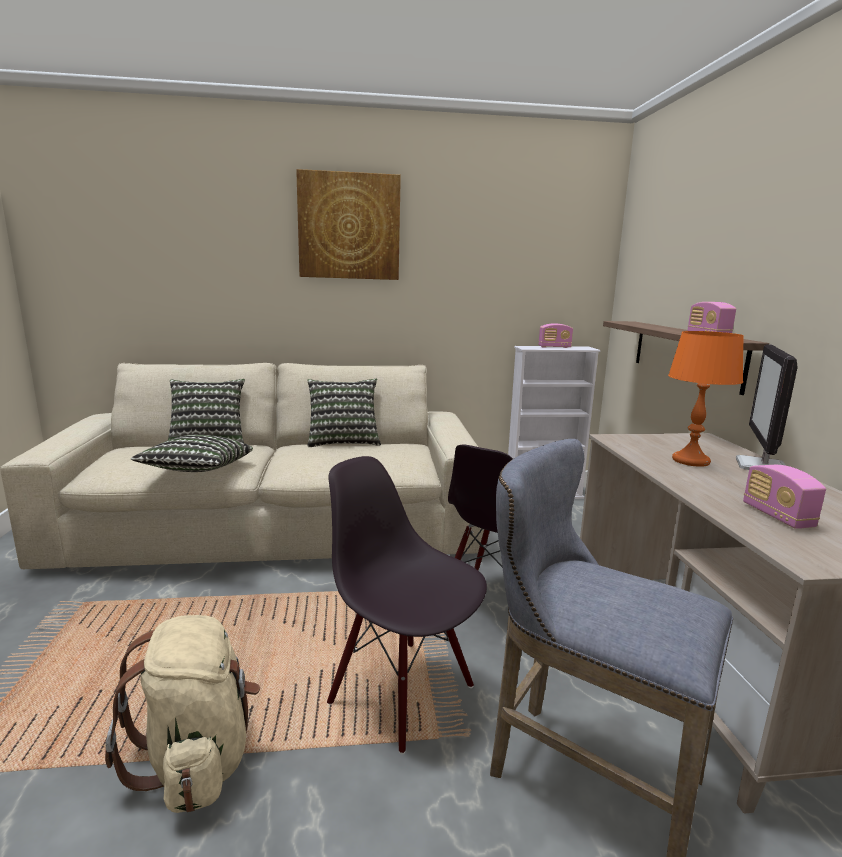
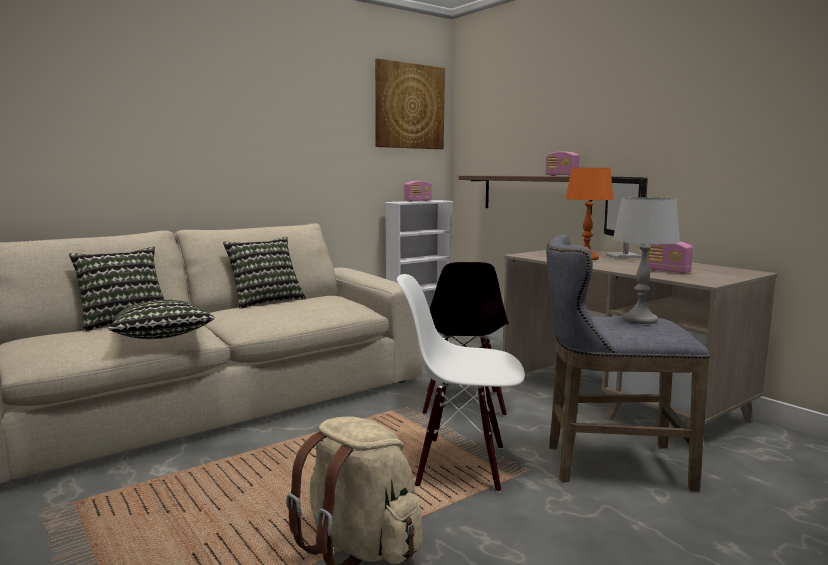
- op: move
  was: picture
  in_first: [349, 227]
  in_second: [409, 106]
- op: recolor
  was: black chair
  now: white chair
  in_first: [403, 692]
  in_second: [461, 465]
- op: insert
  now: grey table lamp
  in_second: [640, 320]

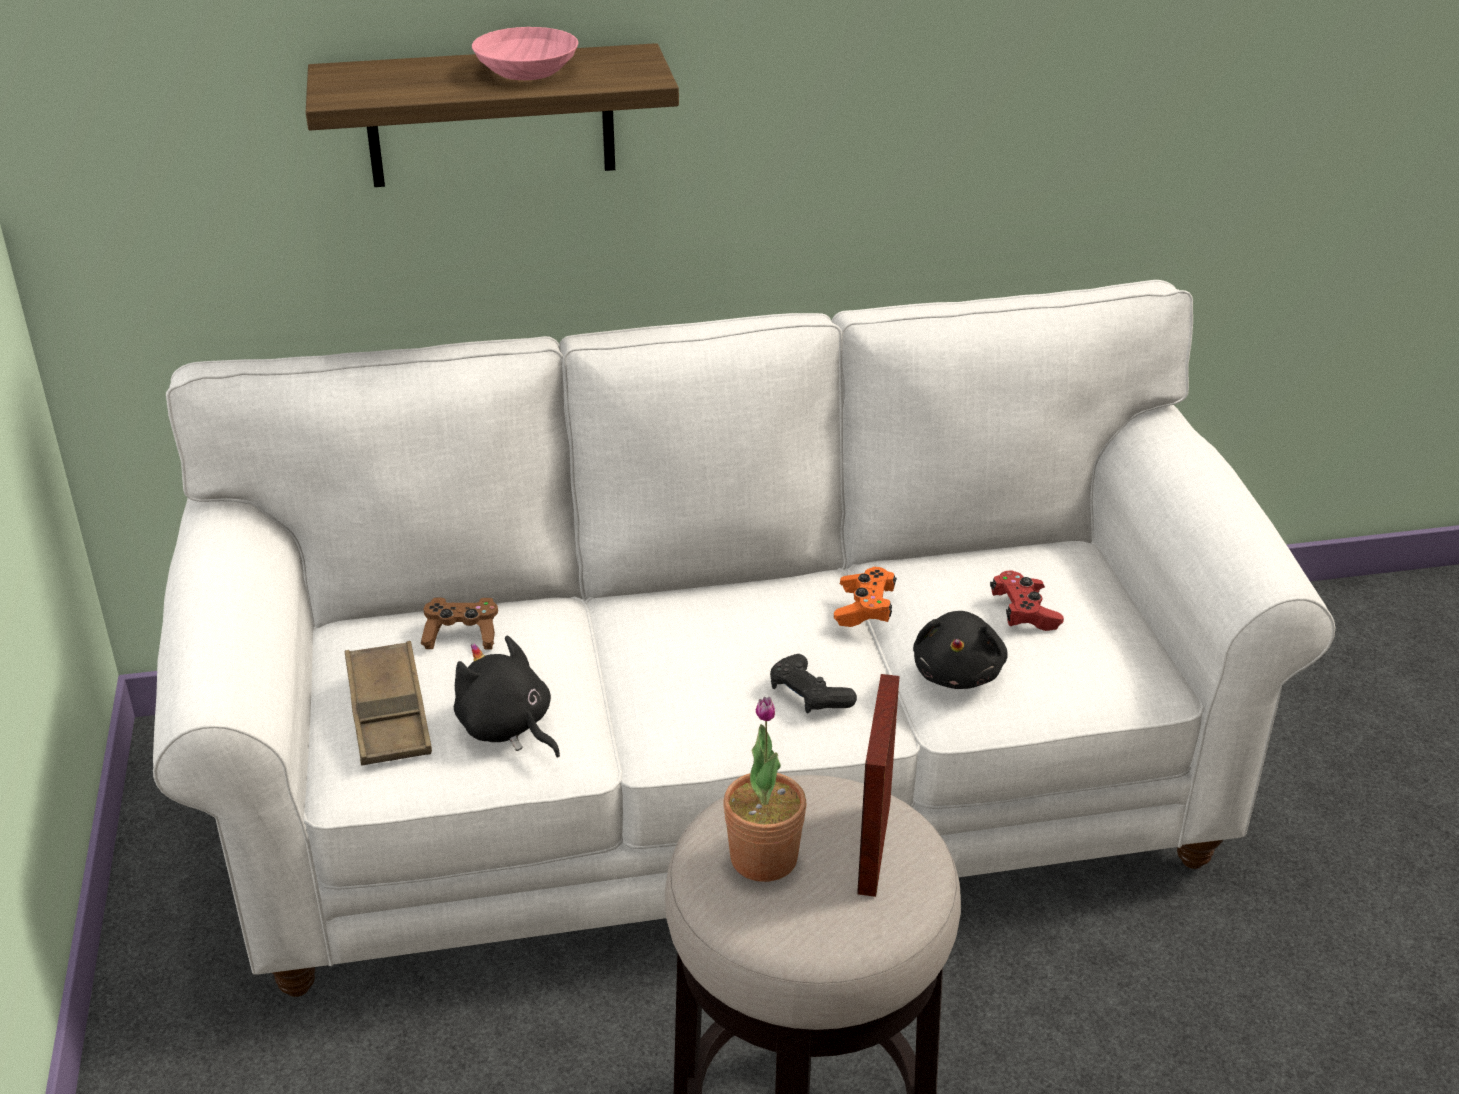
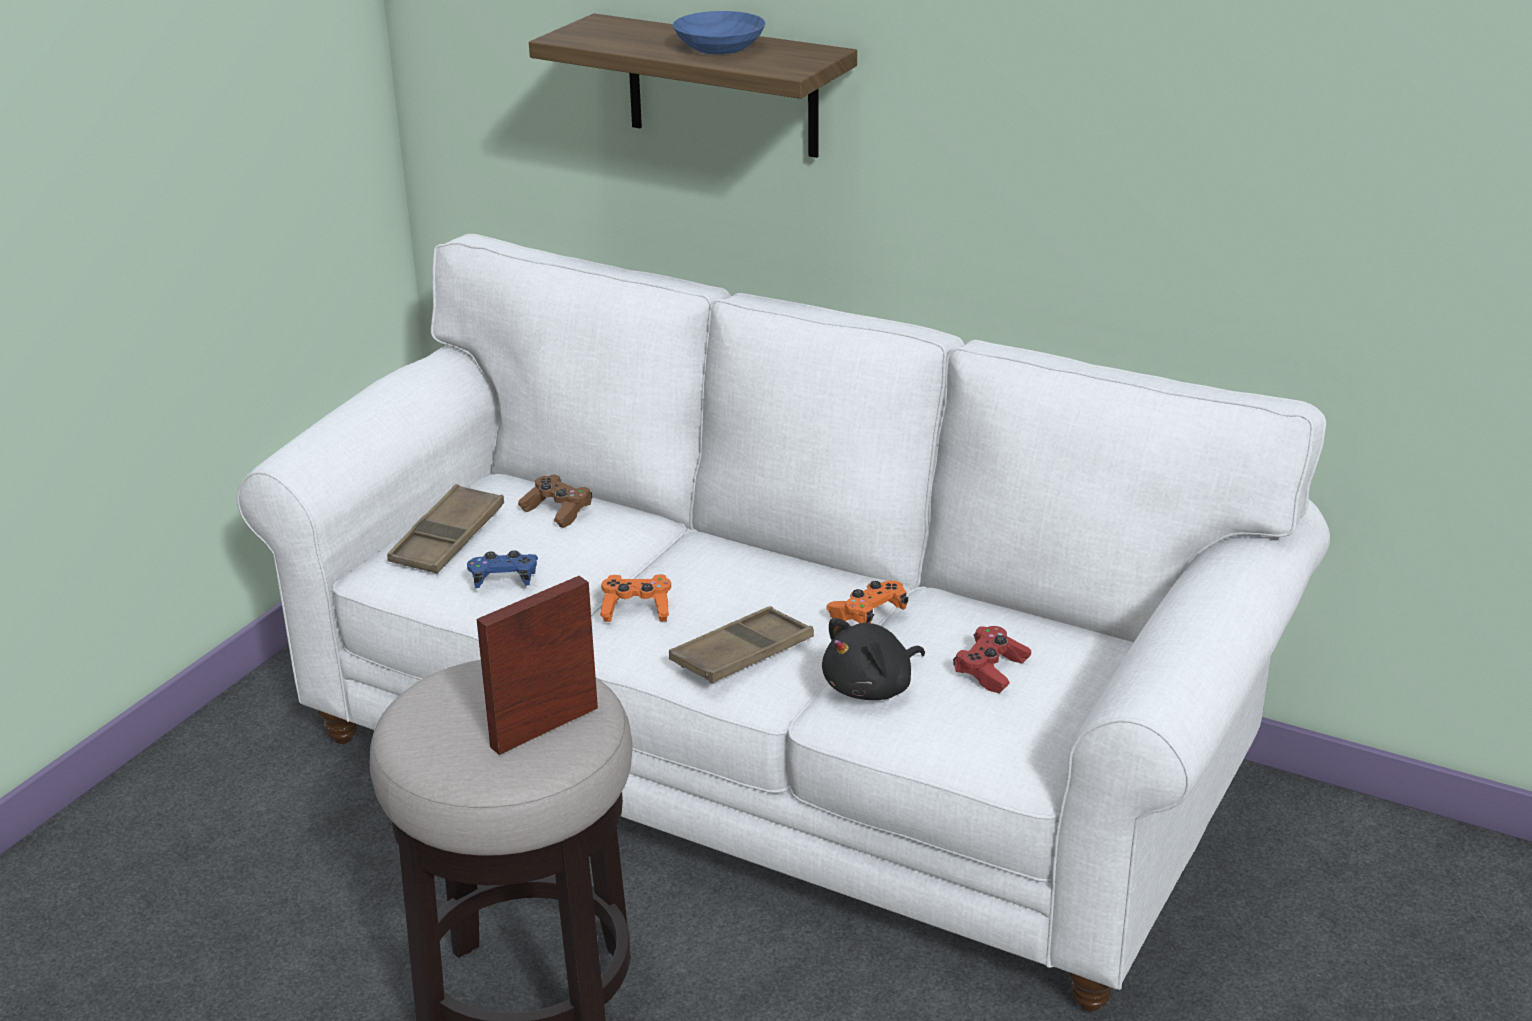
- op: replace
  was: black plush toy
  now: blue game controller
  in_first: [507, 728]
  in_second: [504, 580]
- op: recolor
  was: pink bowl
  now: blue bowl
  in_first: [525, 72]
  in_second: [717, 48]
- op: delete
  was: potted plant
  in_first: [764, 858]
- op: replace
  was: black game controller
  now: brown tray
  in_first: [809, 695]
  in_second: [742, 654]
- op: insert
  now: orange game controller
  in_second: [636, 610]

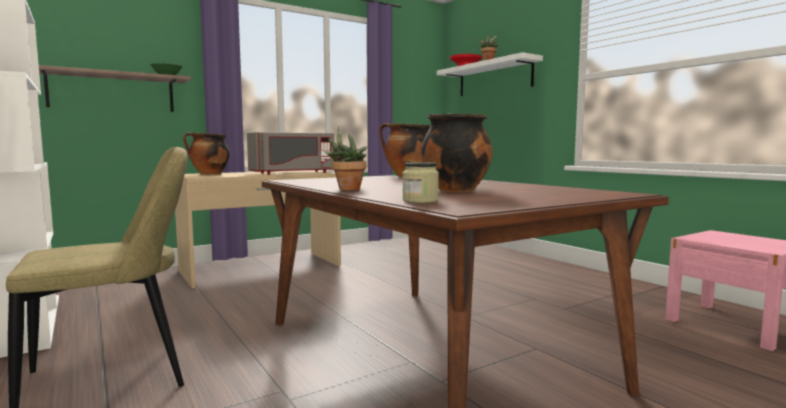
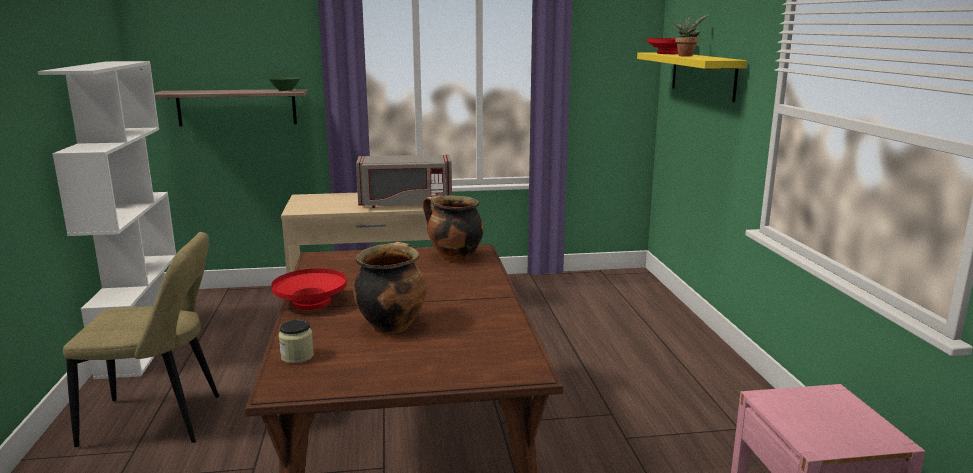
- op: delete
  was: cooking pot
  in_first: [209, 174]
- op: replace
  was: potted plant
  now: red bowl
  in_first: [347, 189]
  in_second: [310, 303]
- op: recolor
  was: white shelf
  now: yellow shelf
  in_first: [494, 78]
  in_second: [702, 75]

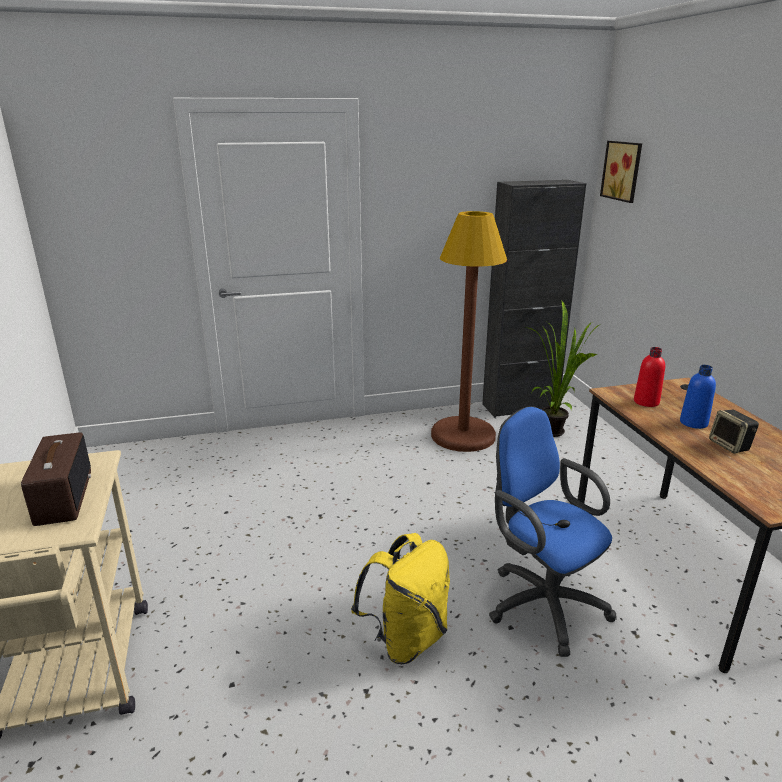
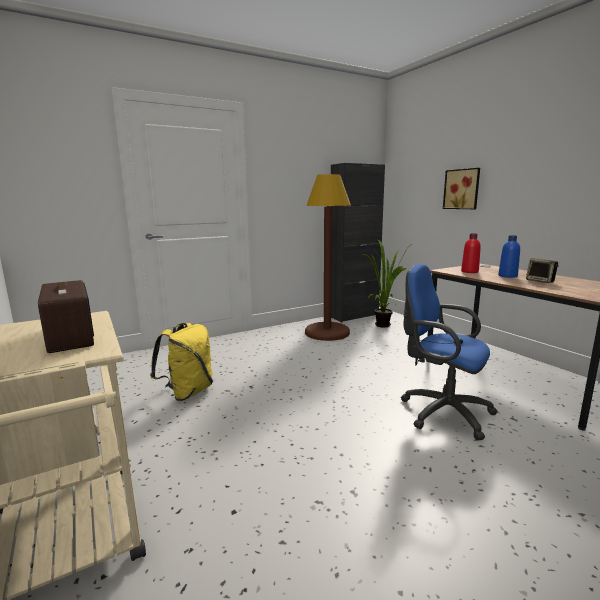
- op: move
  was: yellow backpack
  in_first: [406, 639]
  in_second: [188, 392]
- op: move
  was: picture
  in_first: [623, 171]
  in_second: [462, 189]

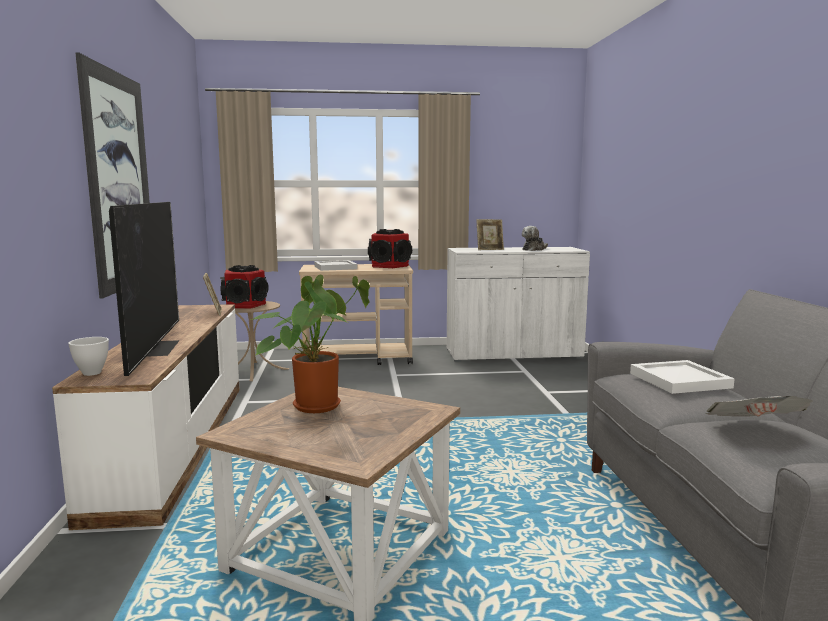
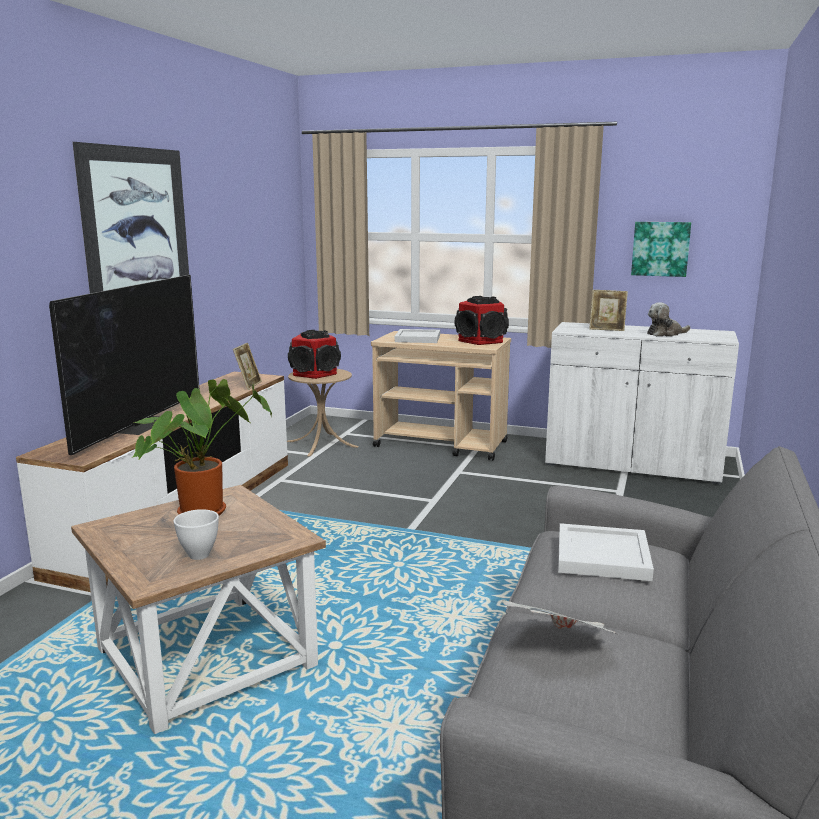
- op: move
  was: white bowl
  in_first: [93, 373]
  in_second: [200, 555]
- op: insert
  now: picture
  in_second: [660, 249]

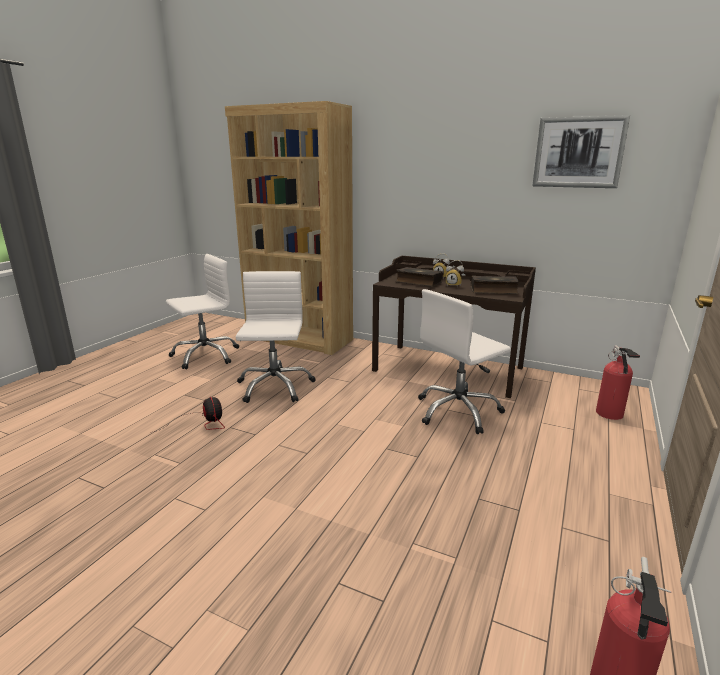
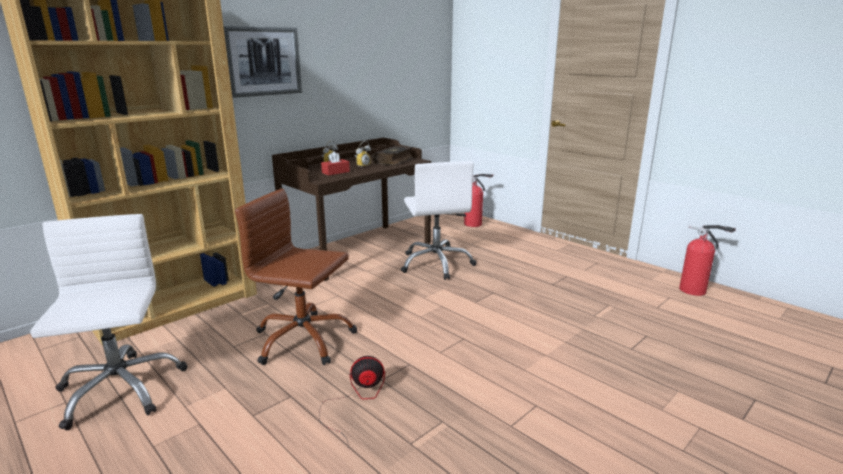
- op: recolor
  was: white office chair
  now: brown office chair
  in_first: [274, 386]
  in_second: [303, 340]
- op: replace
  was: book
  now: red tissue box
  in_first: [418, 282]
  in_second: [335, 172]
- op: move
  was: picture
  in_first: [578, 152]
  in_second: [263, 61]

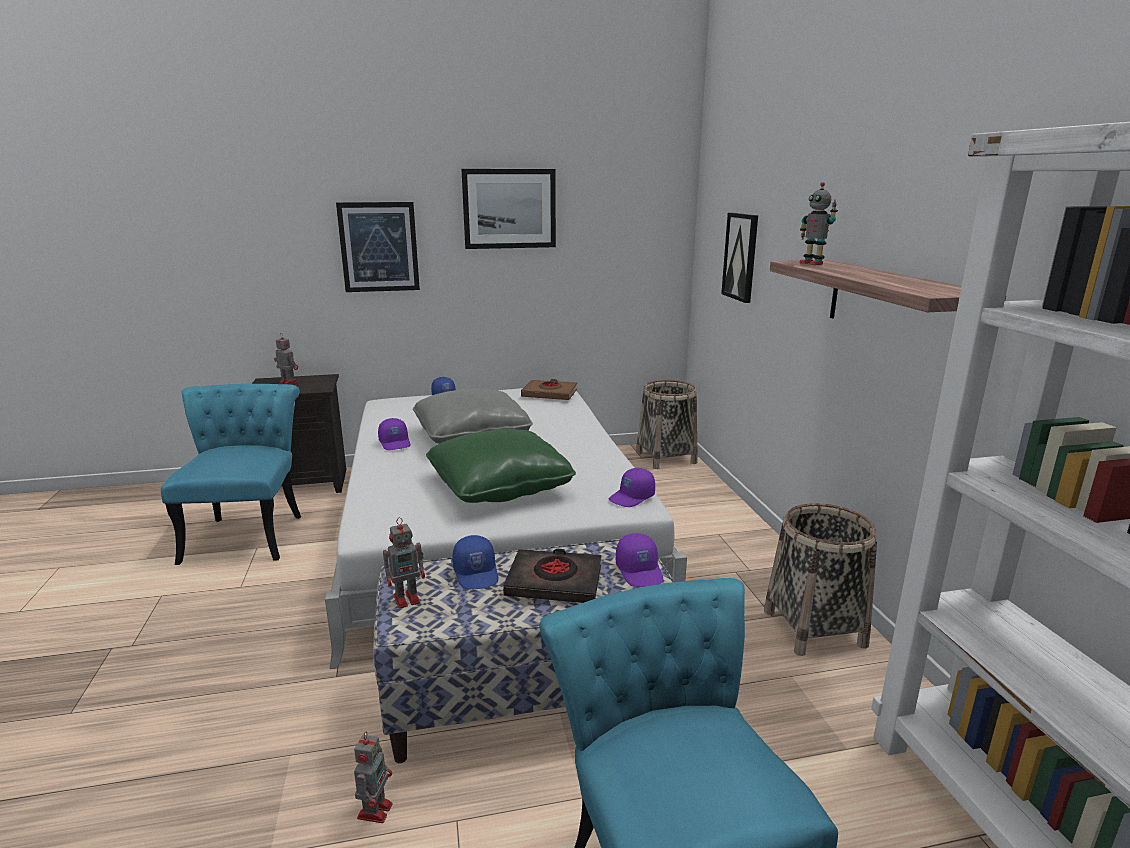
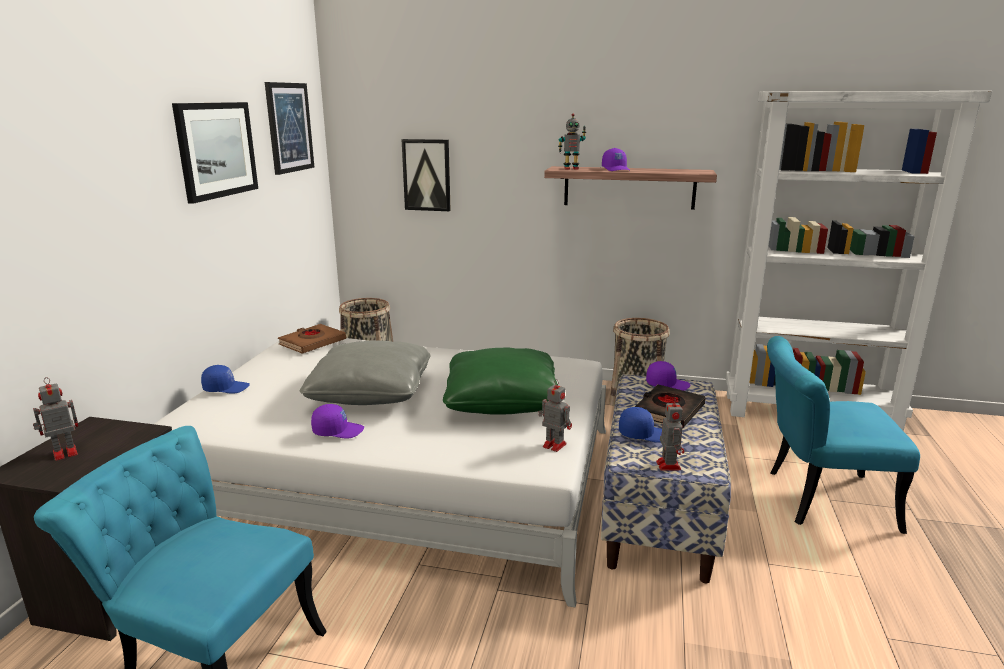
- op: move
  was: picture
  in_first: [379, 247]
  in_second: [289, 127]
- op: move
  was: toy robot
  in_first: [375, 809]
  in_second: [553, 445]
- op: move
  was: purple cap
  in_first: [632, 497]
  in_second: [616, 169]

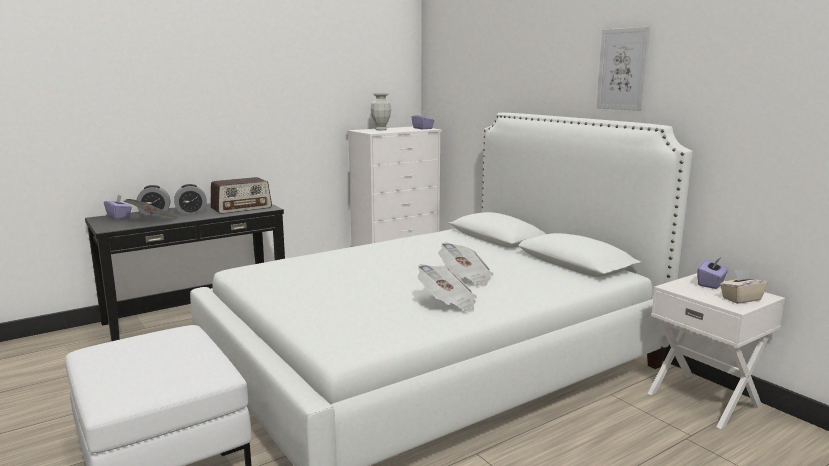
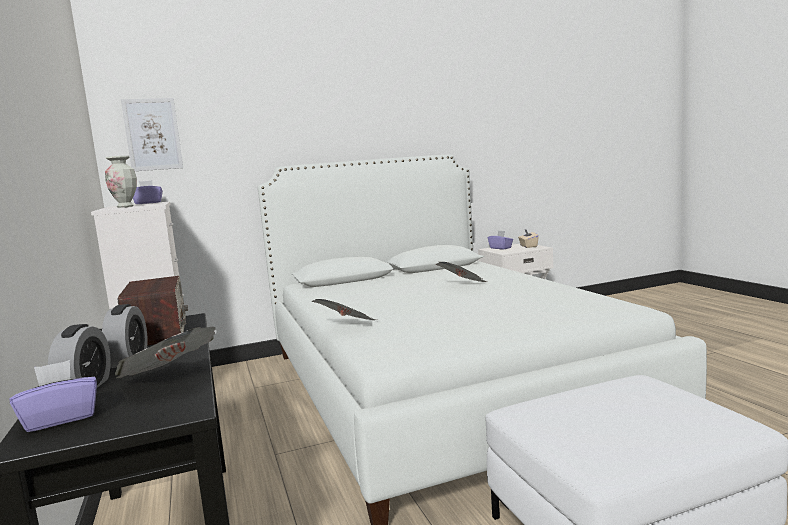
- op: move
  was: newspaper
  in_first: [448, 304]
  in_second: [347, 326]
- op: move
  was: picture
  in_first: [622, 69]
  in_second: [152, 134]

